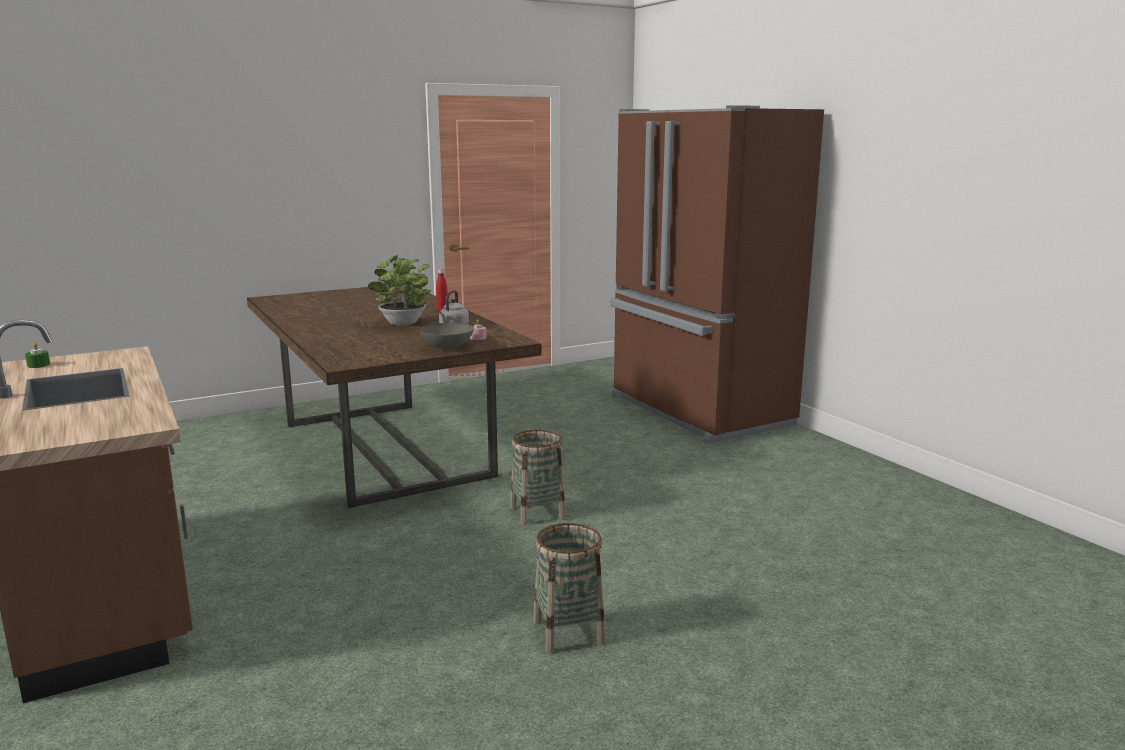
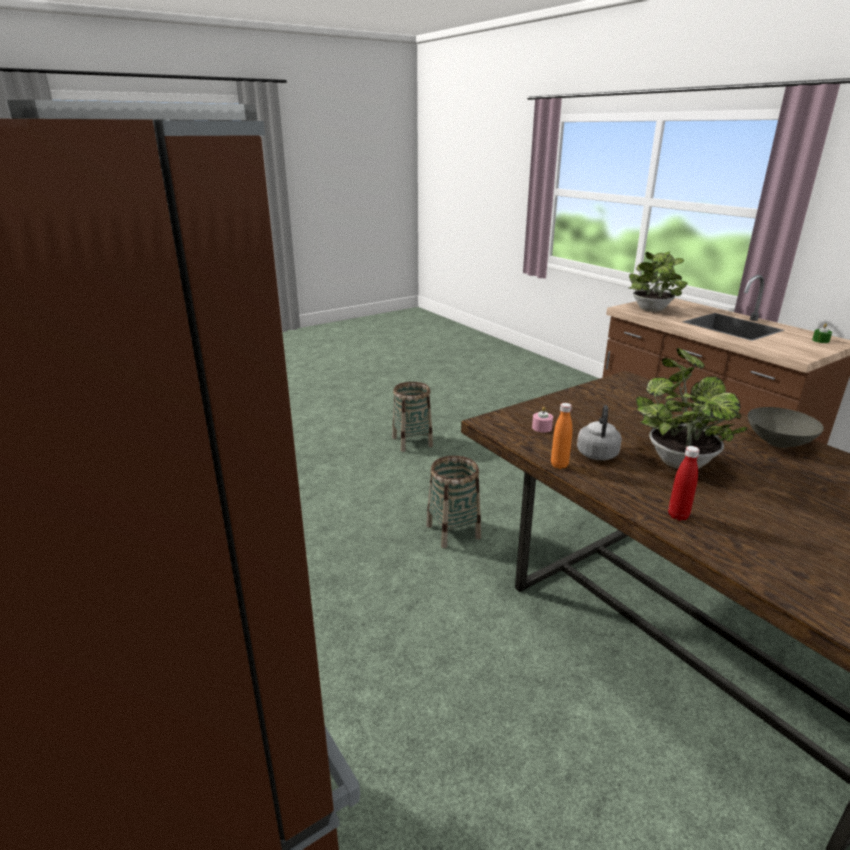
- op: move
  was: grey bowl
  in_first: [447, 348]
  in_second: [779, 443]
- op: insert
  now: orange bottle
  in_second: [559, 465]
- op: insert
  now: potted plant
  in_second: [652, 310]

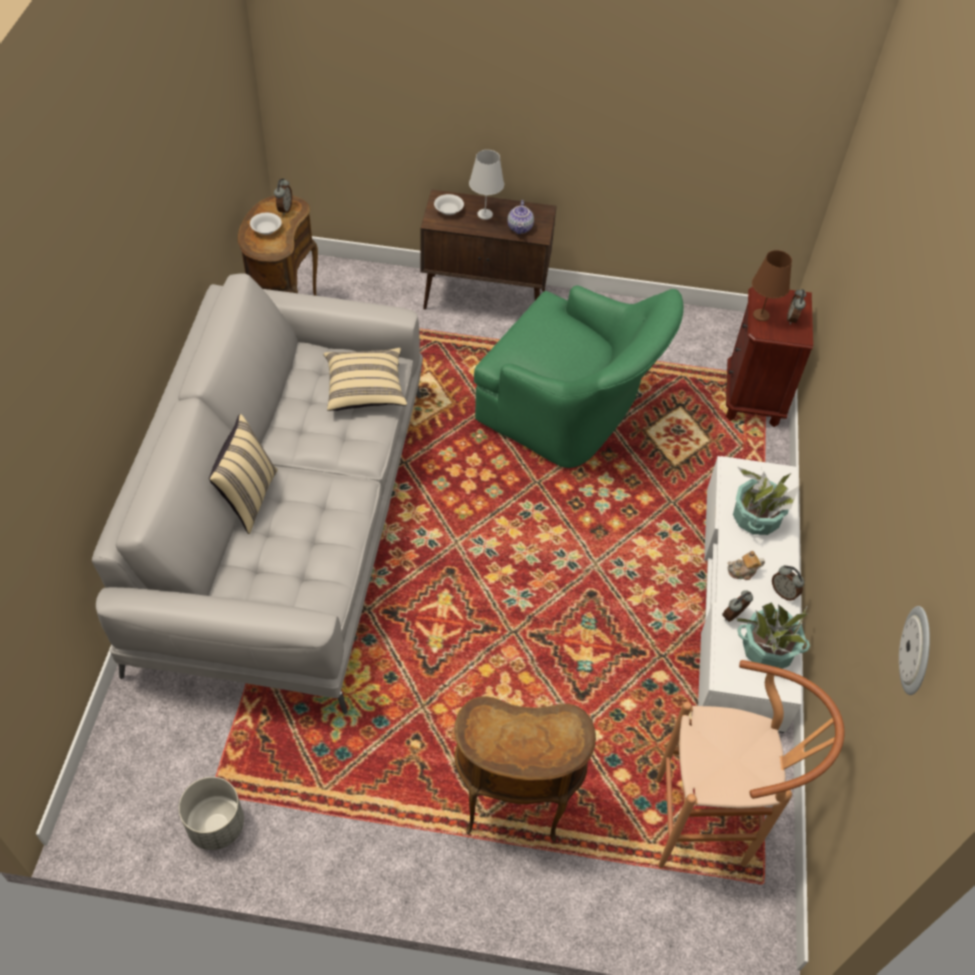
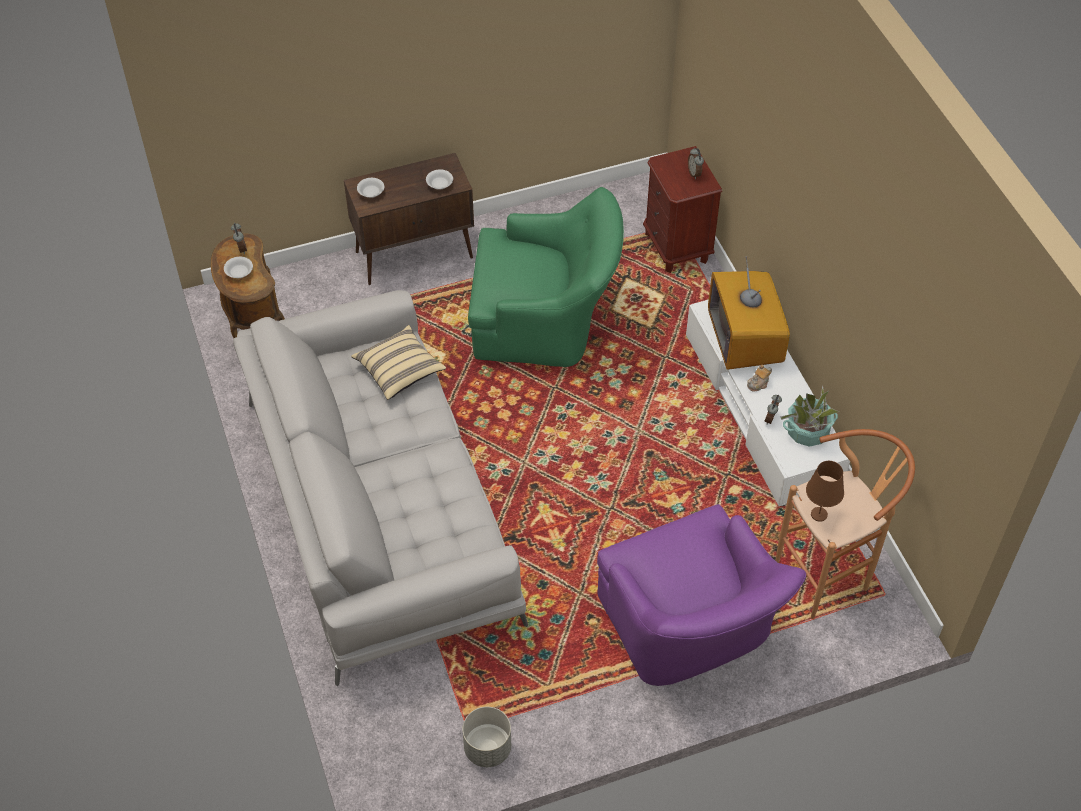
- op: delete
  was: beige pillow
  in_first: [248, 498]
- op: replace
  was: brown side table
  now: purple armchair
  in_first: [513, 808]
  in_second: [690, 630]
- op: delete
  was: white table lamp
  in_first: [485, 214]
- op: replace
  was: teapot
  now: white bowl
  in_first: [520, 228]
  in_second: [440, 184]
- op: replace
  was: potted plant
  now: television
  in_first: [756, 518]
  in_second: [744, 340]
- op: move
  was: brown table lamp
  in_first: [761, 315]
  in_second: [819, 514]
- op: delete
  was: alarm clock
  in_first: [783, 592]
- op: delete
  was: wall clock
  in_first: [917, 650]

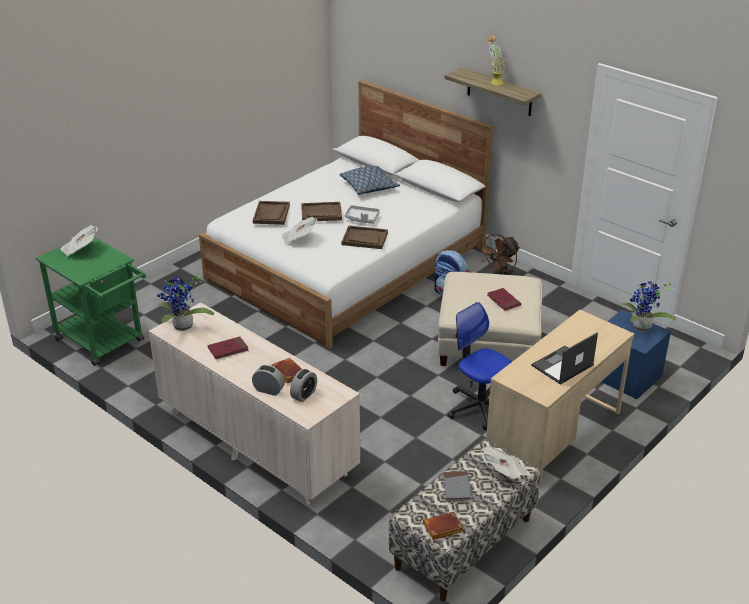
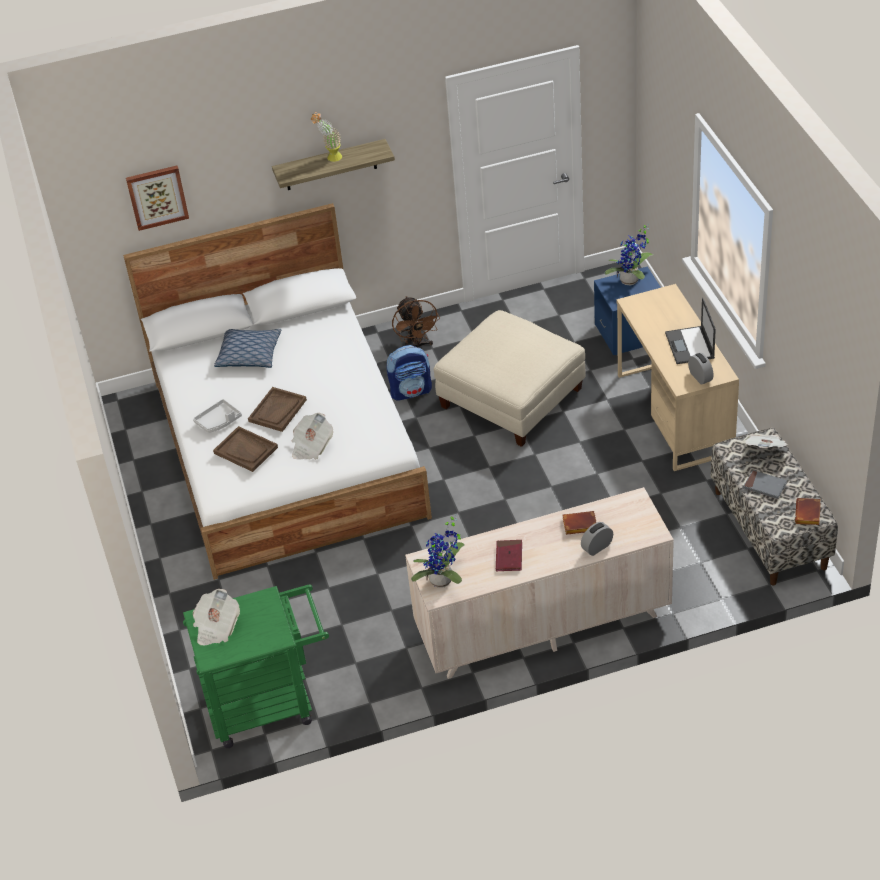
- op: move
  was: alarm clock
  in_first: [304, 395]
  in_second: [700, 377]
- op: delete
  was: brown tray
  in_first: [364, 239]
- op: move
  was: grey tray
  in_first: [362, 219]
  in_second: [218, 421]
- op: delete
  was: office chair
  in_first: [479, 407]
- op: delete
  was: red book
  in_first: [503, 301]
- op: insert
  now: picture
  in_second: [157, 196]

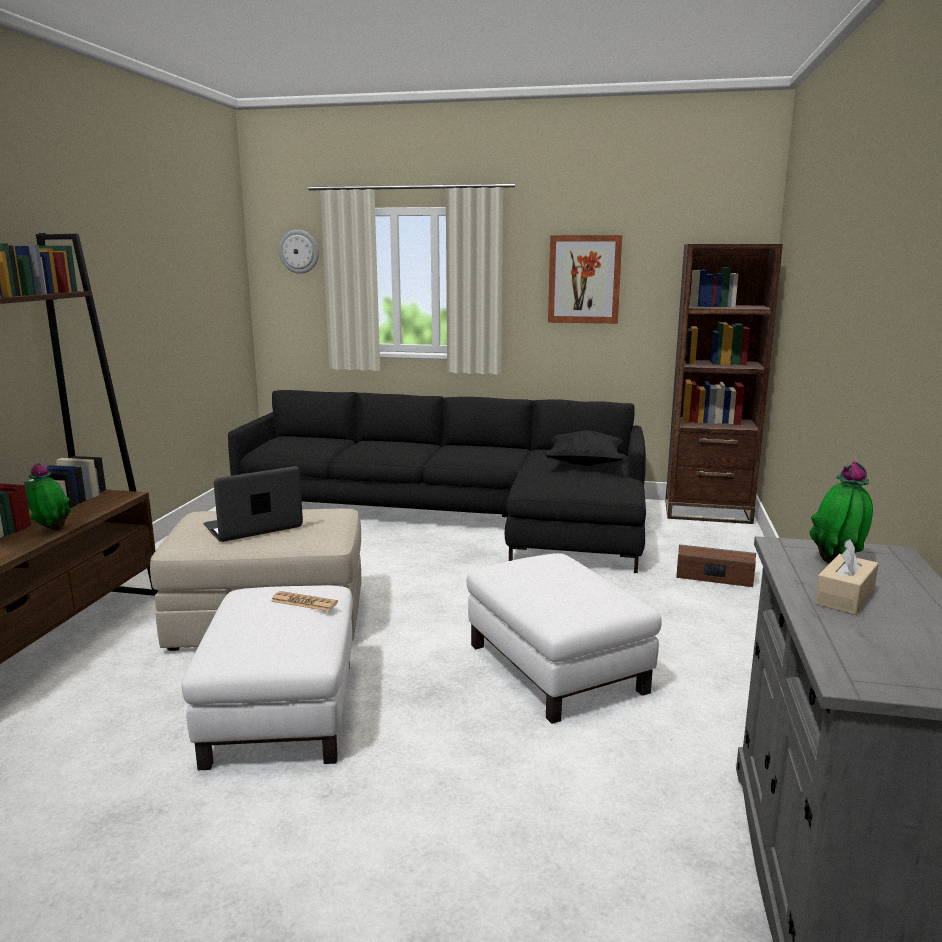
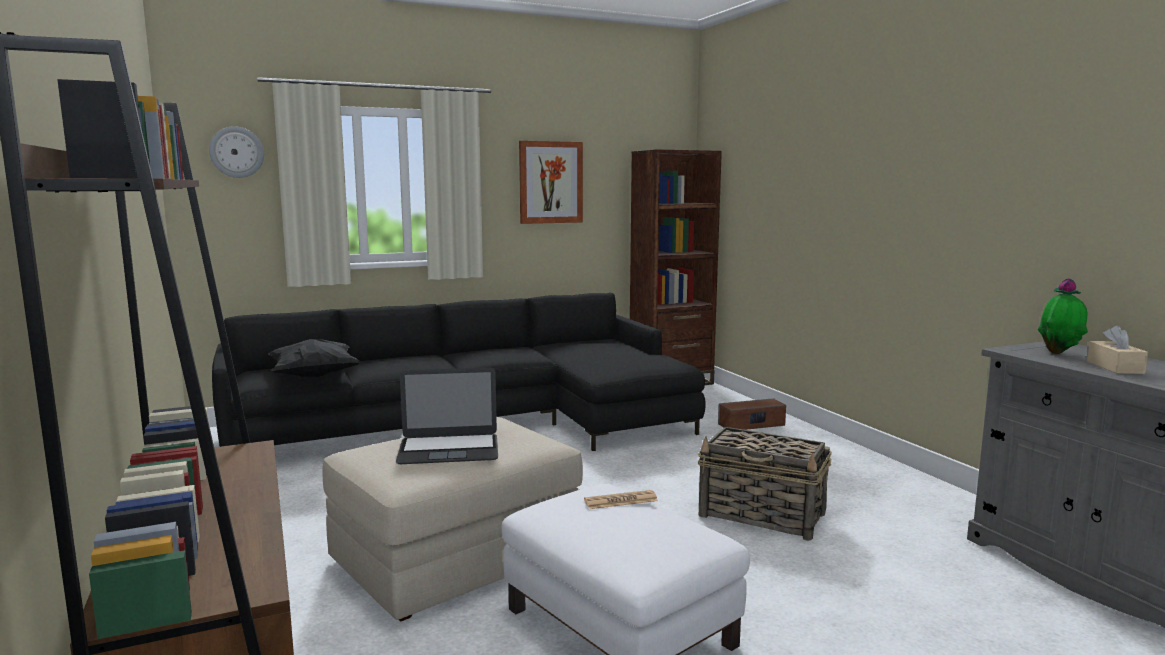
- op: delete
  was: potted plant
  in_first: [52, 530]
- op: rotate
  was: laptop
  in_first: [253, 526]
  in_second: [449, 449]
  clockwise: -120
- op: replace
  was: white ottoman
  now: basket
  in_first: [557, 668]
  in_second: [763, 515]
- op: move
  was: black pillow
  in_first: [584, 465]
  in_second: [314, 376]

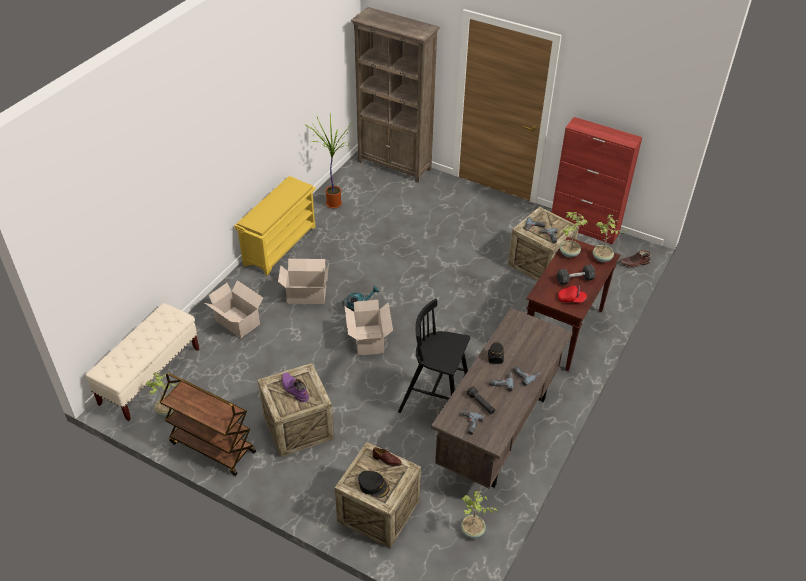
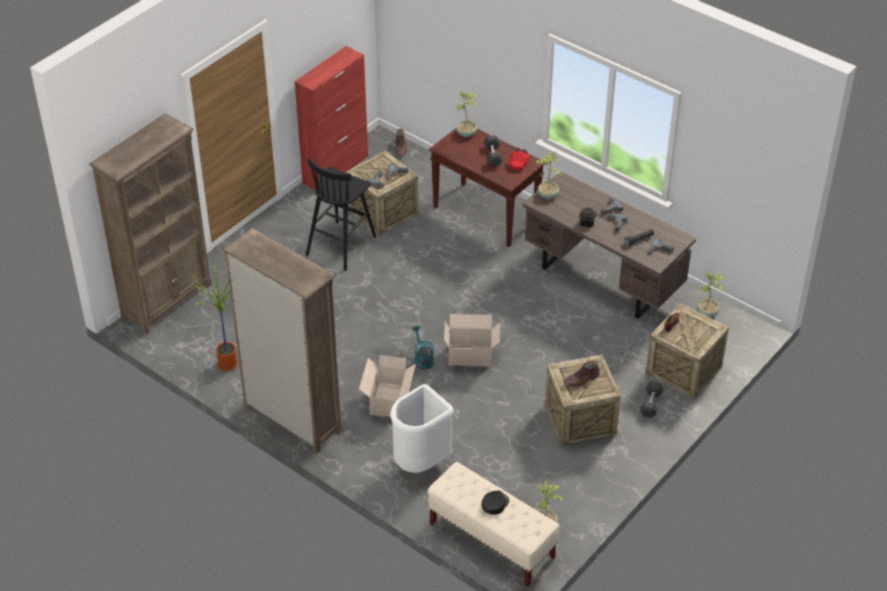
- op: delete
  was: brown cart
  in_first: [212, 447]
- op: replace
  was: cardboard box
  now: white trash can
  in_first: [238, 323]
  in_second: [421, 462]
- op: replace
  was: yellow shoe rack
  now: brown bookcase
  in_first: [280, 245]
  in_second: [292, 419]
- op: recolor
  was: purple boot
  now: brown boot
  in_first: [294, 389]
  in_second: [581, 379]
- op: move
  was: black cap
  in_first: [373, 485]
  in_second: [494, 504]
- op: move
  was: black stool
  in_first: [437, 403]
  in_second: [342, 245]
- op: move
  was: potted plant
  in_first: [568, 253]
  in_second: [547, 195]
- op: insert
  now: grey dumbbell
  in_second: [650, 404]

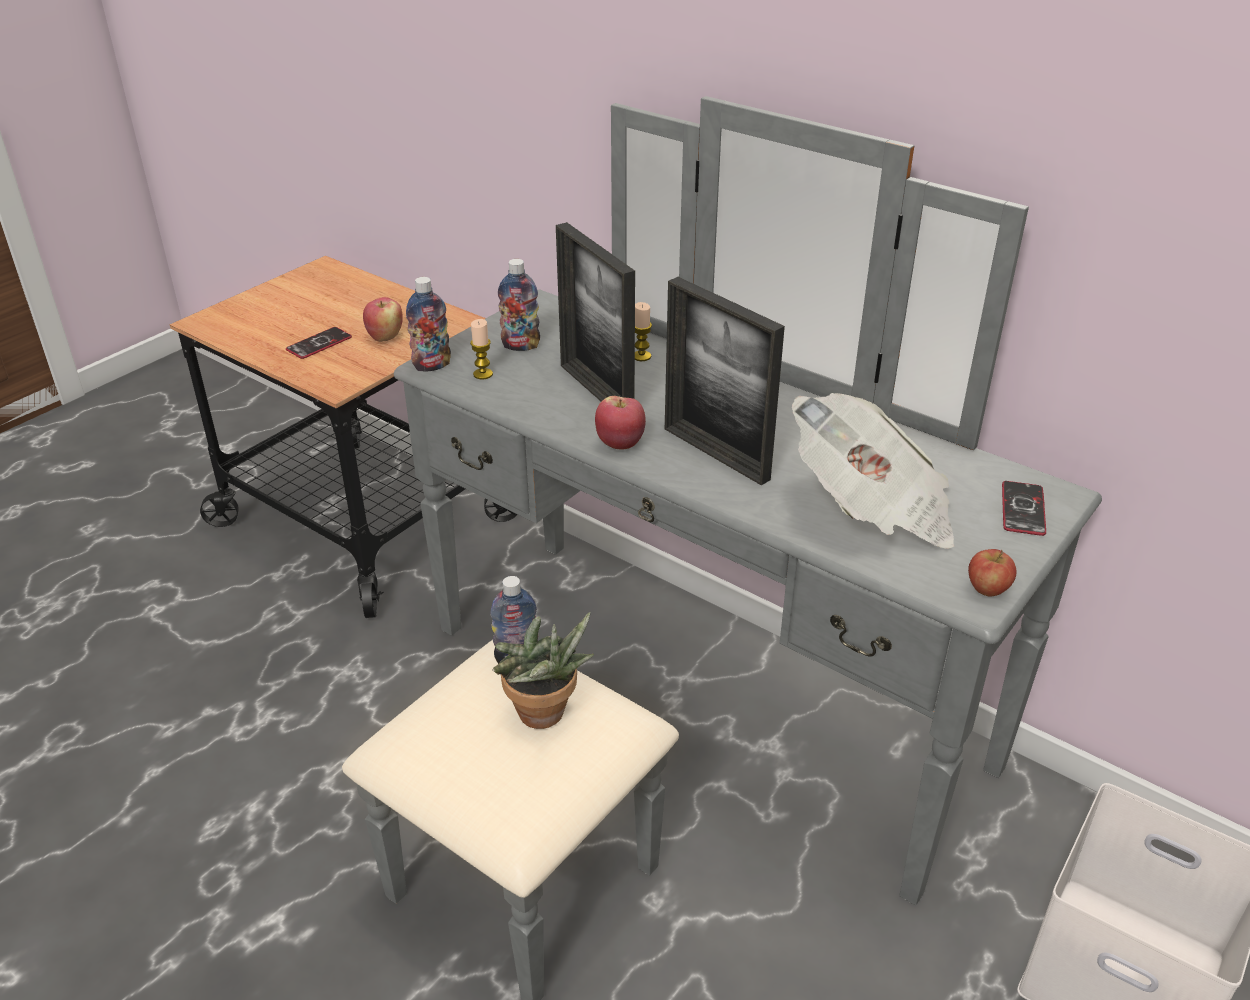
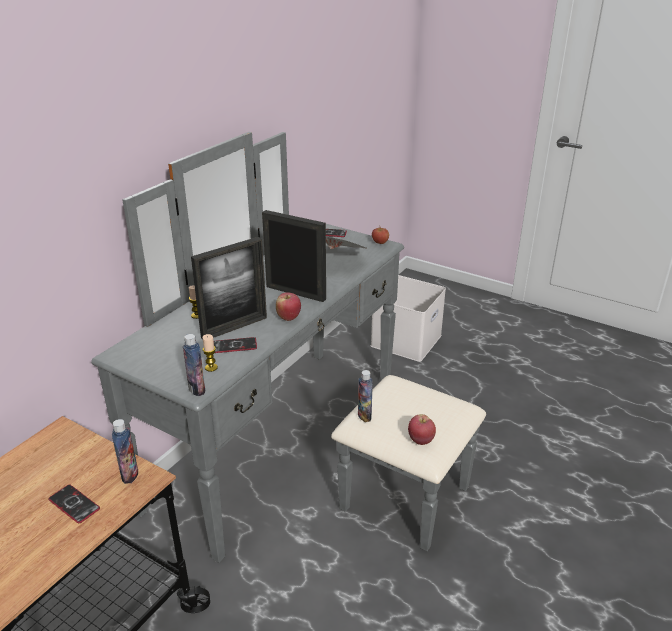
- op: move
  was: apple
  in_first: [385, 337]
  in_second: [420, 440]
- op: delete
  was: potted plant
  in_first: [544, 717]
- op: move
  was: bottle
  in_first: [521, 345]
  in_second: [130, 474]
- op: rotate
  was: picture frame
  in_first: [715, 453]
  in_second: [295, 293]
  clockwise: -105
- op: insert
  now: phone
  in_second: [234, 346]

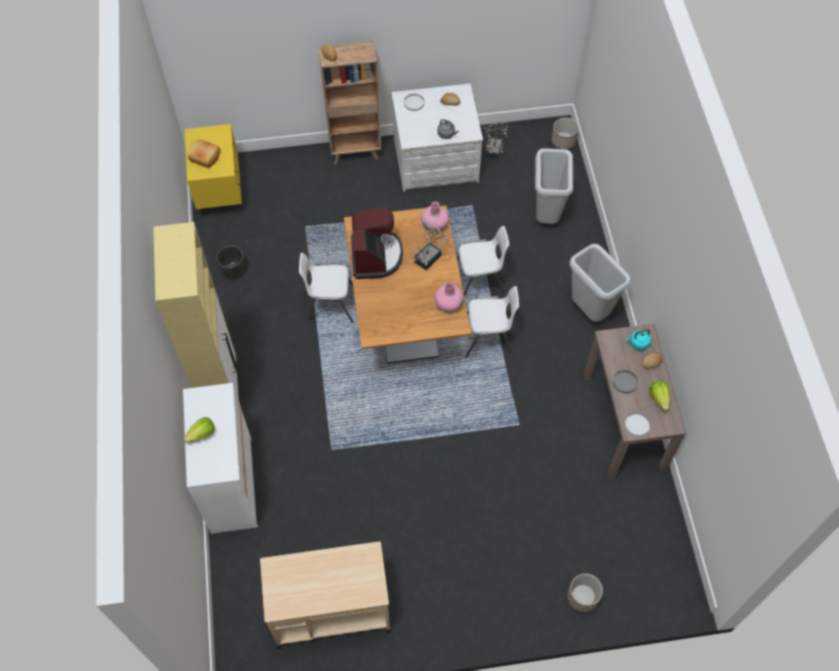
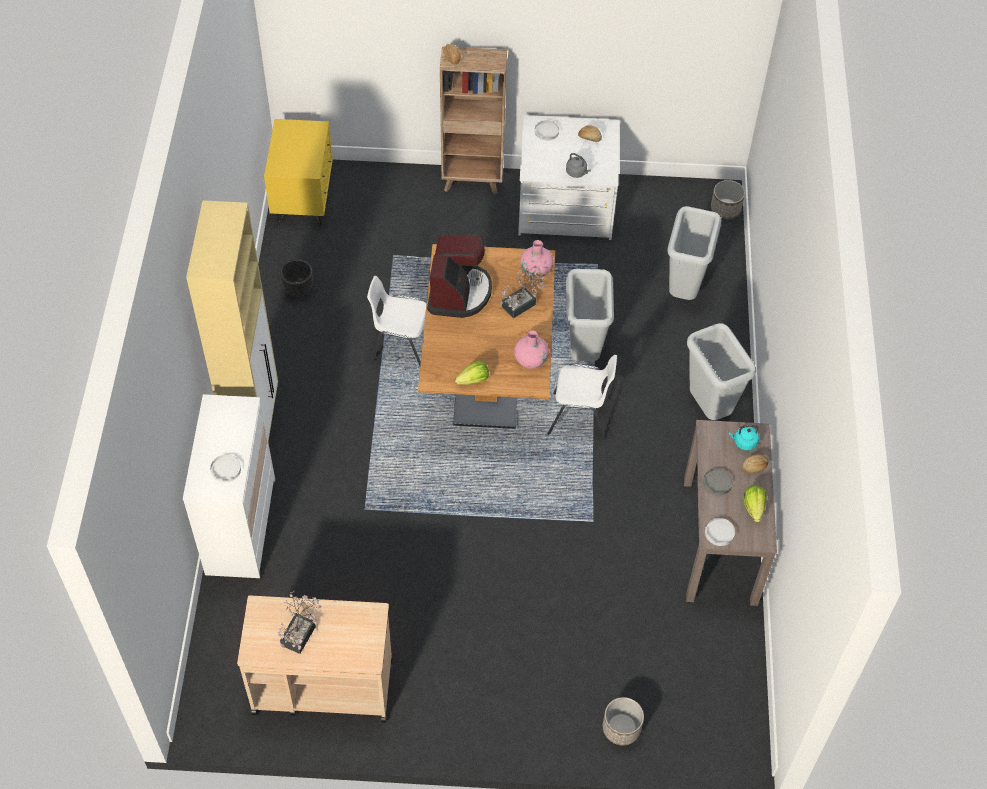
- op: move
  was: lettuce
  in_first: [202, 434]
  in_second: [473, 380]
- op: delete
  was: bread
  in_first: [204, 158]
- op: replace
  was: white chair
  now: grey trash can
  in_first: [479, 281]
  in_second: [584, 352]
- op: move
  was: potted plant
  in_first: [495, 148]
  in_second: [301, 632]
- op: insert
  now: white plate
  in_second: [226, 469]

